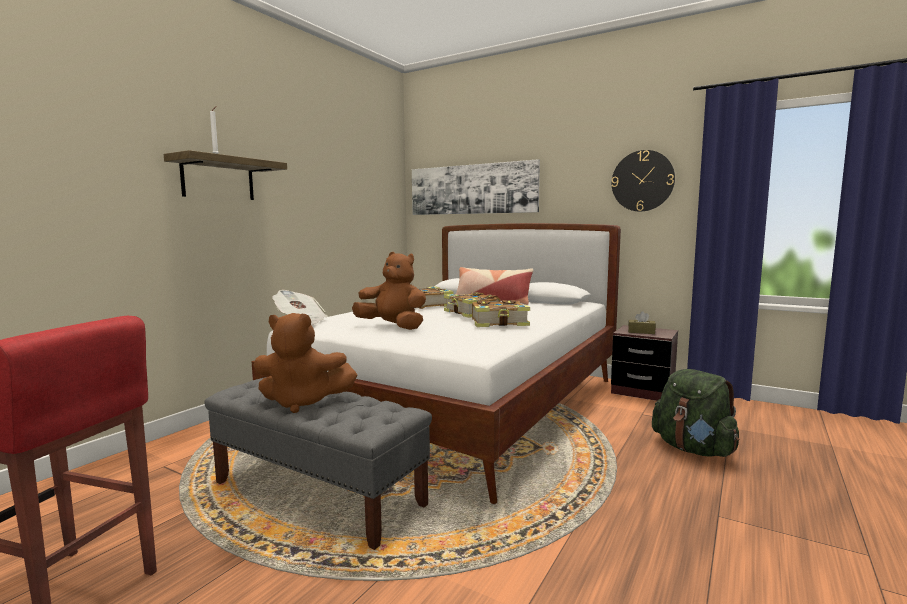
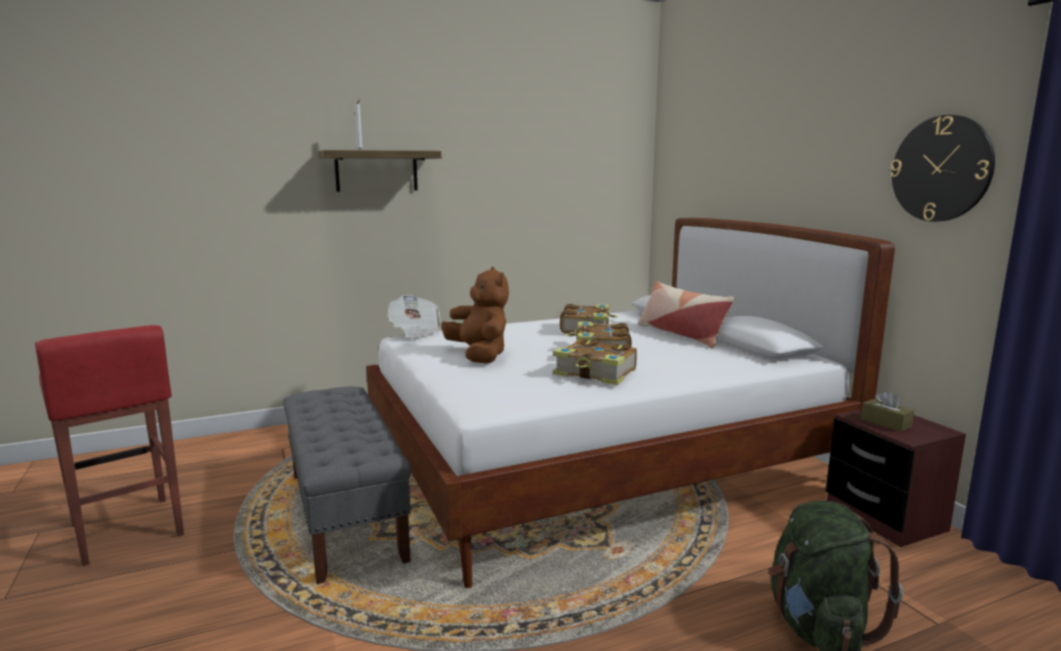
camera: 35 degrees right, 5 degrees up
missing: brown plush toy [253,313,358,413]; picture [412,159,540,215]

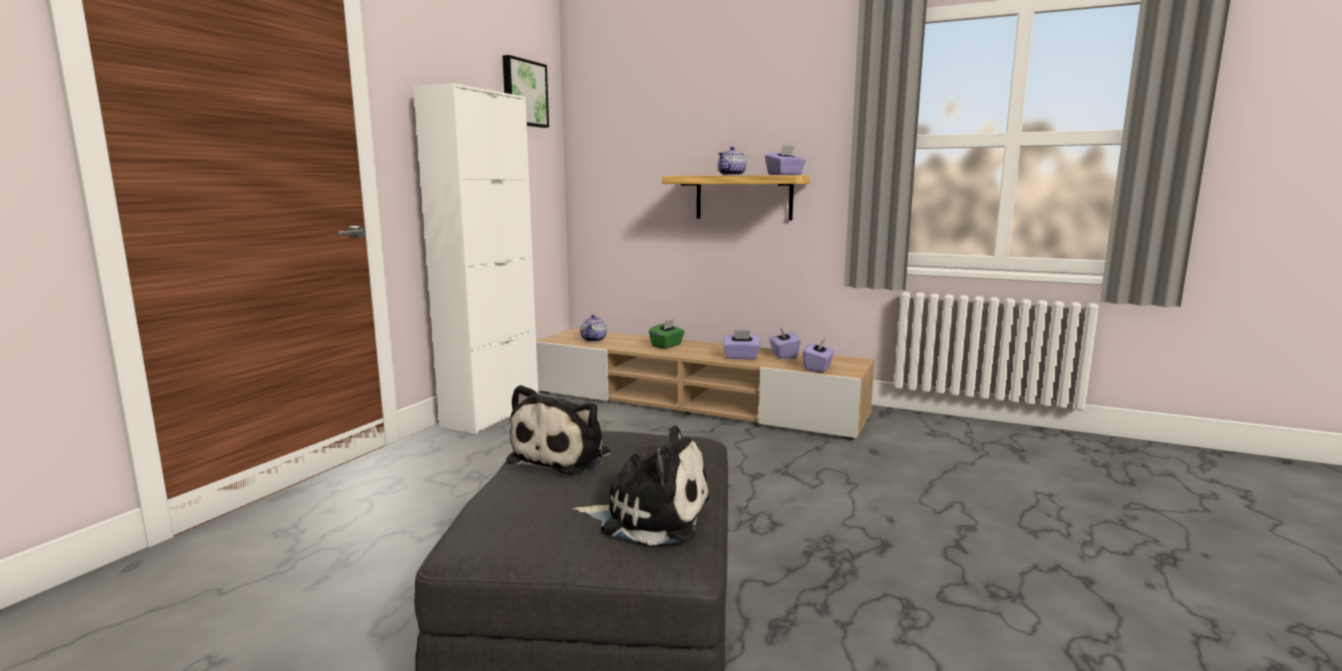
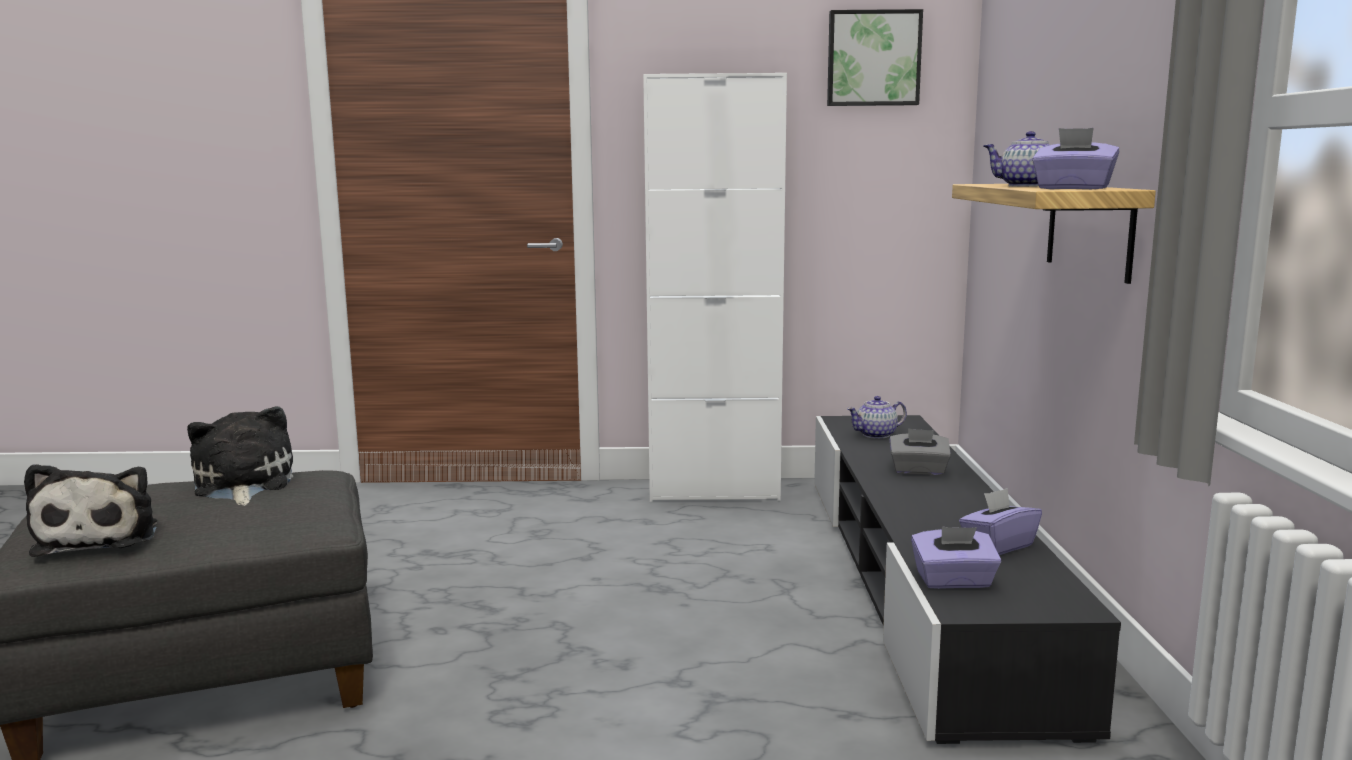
camera: 65 degrees right, 0 degrees up
missing: purple tissue box [723,330,760,359]
colour: beige tv stand [536,329,875,440] to black tv stand [814,415,1121,744]; green tissue box [649,319,685,349] to grey tissue box [890,428,951,475]
spun: plush toy [506,385,611,474] = [187,406,294,506] 75 degrees clockwise

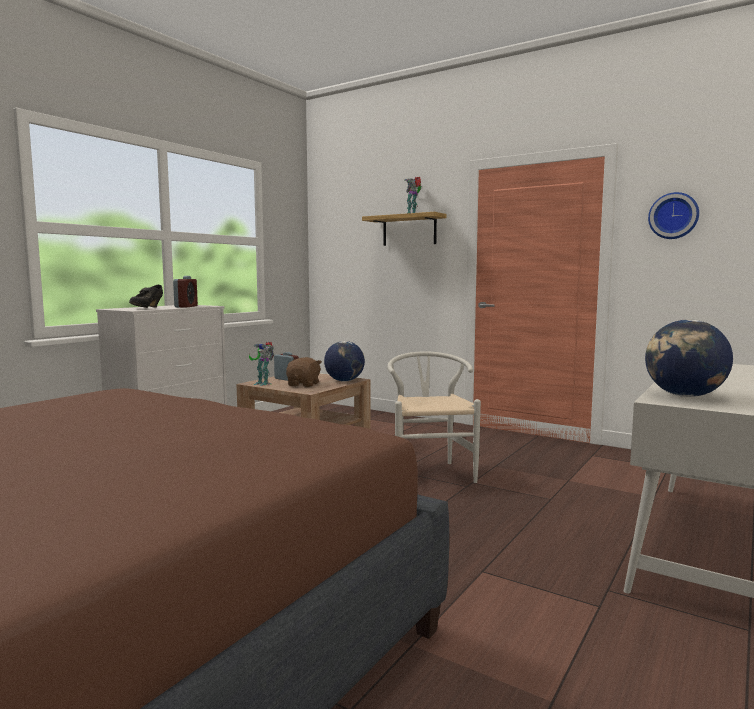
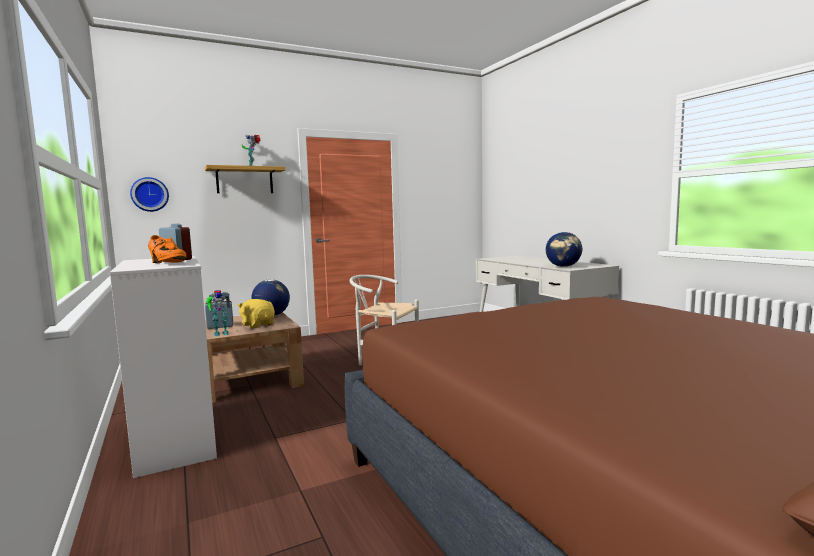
camera: 60 degrees left, 0 degrees up
relocated: wall clock [648,192,699,239] to [130,177,169,212]
colour: black shoe [129,285,163,308] to orange shoe [148,235,187,263]; brown plush toy [286,357,322,387] to yellow plush toy [237,299,275,328]

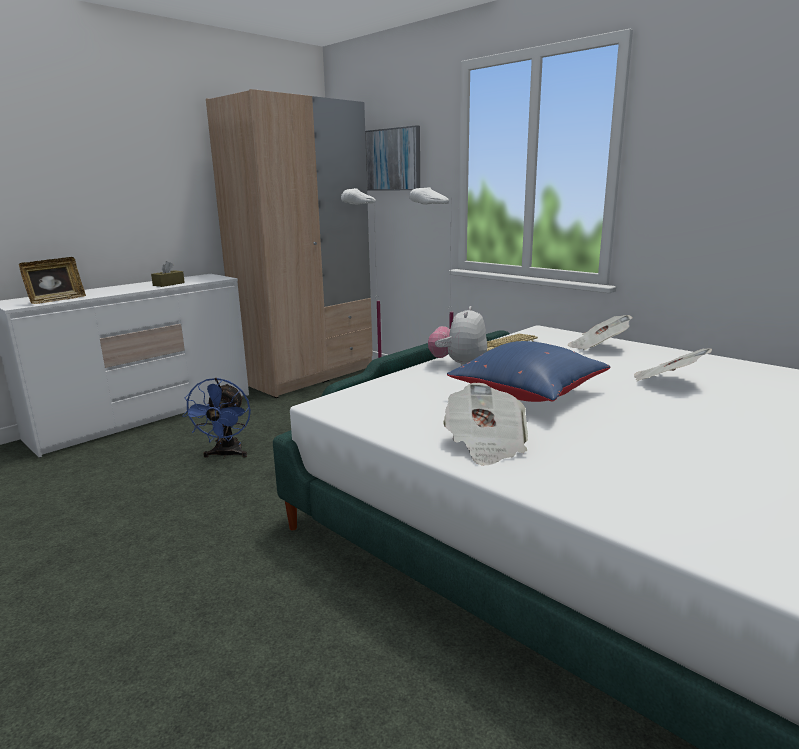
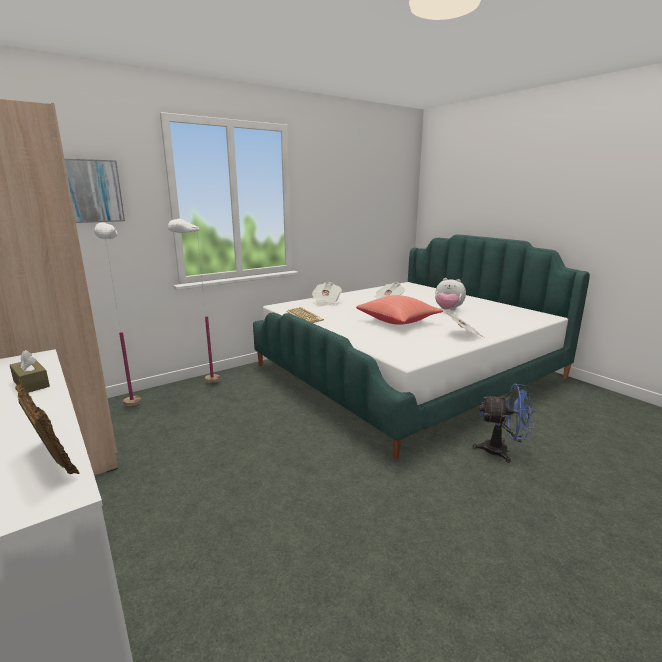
camera: 80 degrees left, 0 degrees up
relocated: blue fan [182,378,251,459] to [472,384,535,463]; plush toy [428,306,487,366] to [435,278,466,310]
colour: blue pillow [447,341,610,402] to red pillow [356,295,443,325]

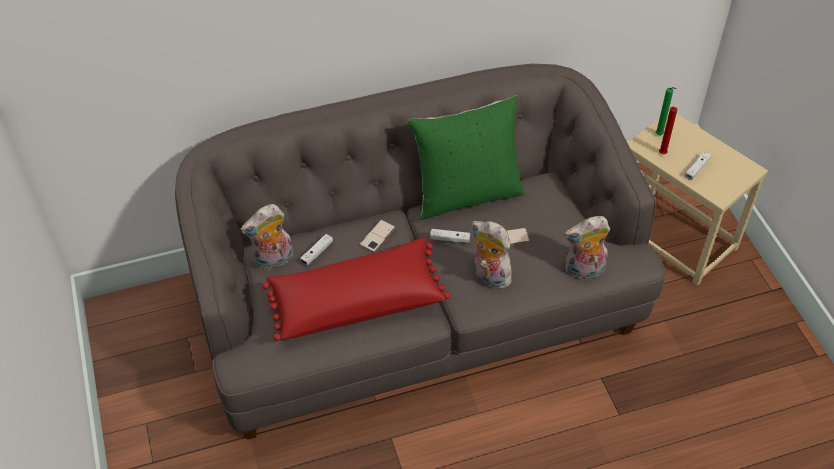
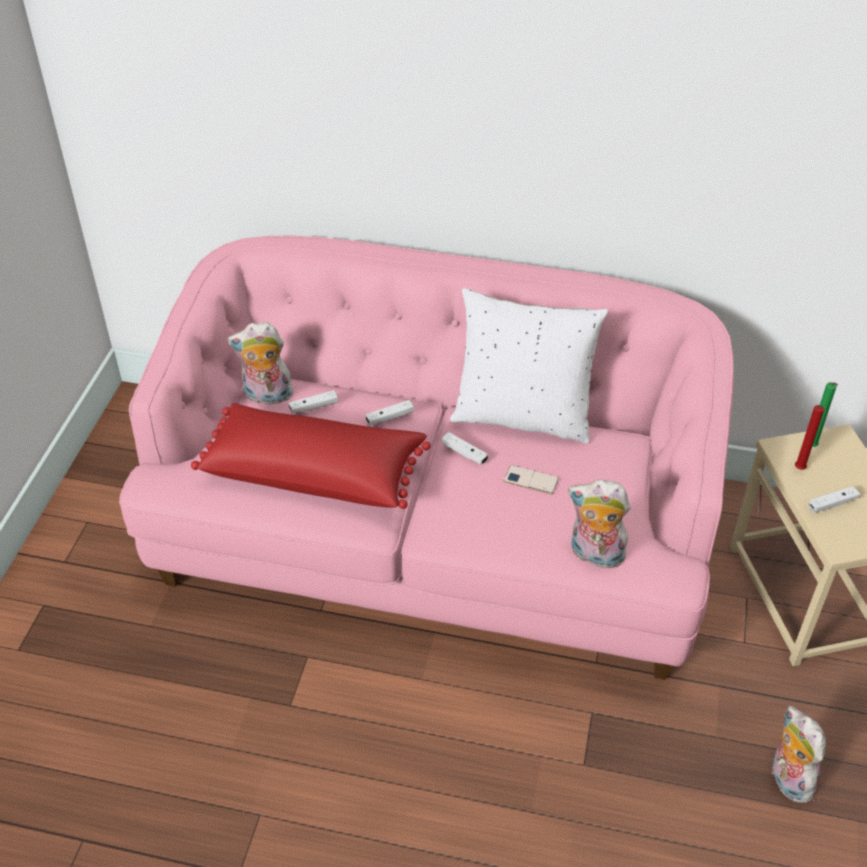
camera: 30 degrees right, 5 degrees down
relocated: plush toy [472,221,512,289] to [772,706,826,803]
exchanged: phone [359,220,396,252] to white game controller [366,400,414,425]
colour: grey sofa [175,64,666,440] to pink sofa [119,236,734,680]; green pillow [408,95,524,220] to white pillow [450,288,608,444]

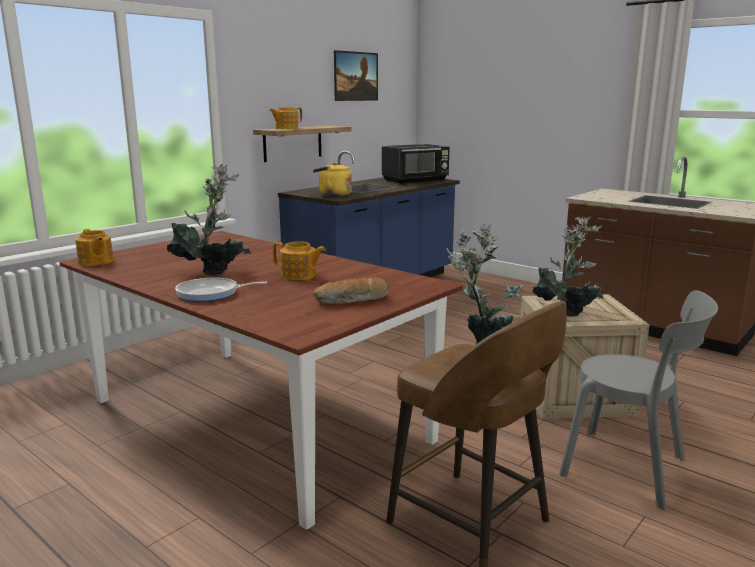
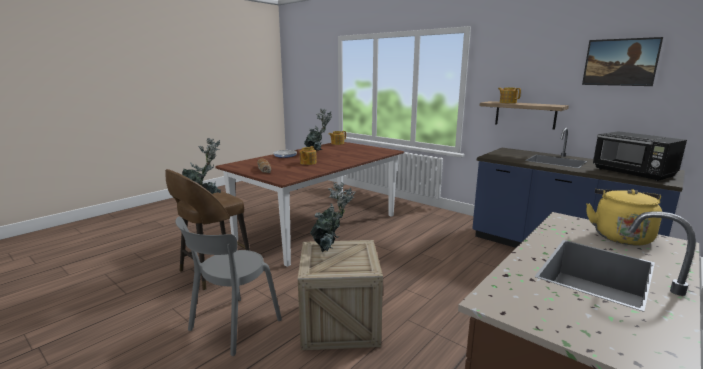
camera: 90 degrees right, 0 degrees up
relocated: yellow kettle [313,162,352,197] to [586,189,662,246]

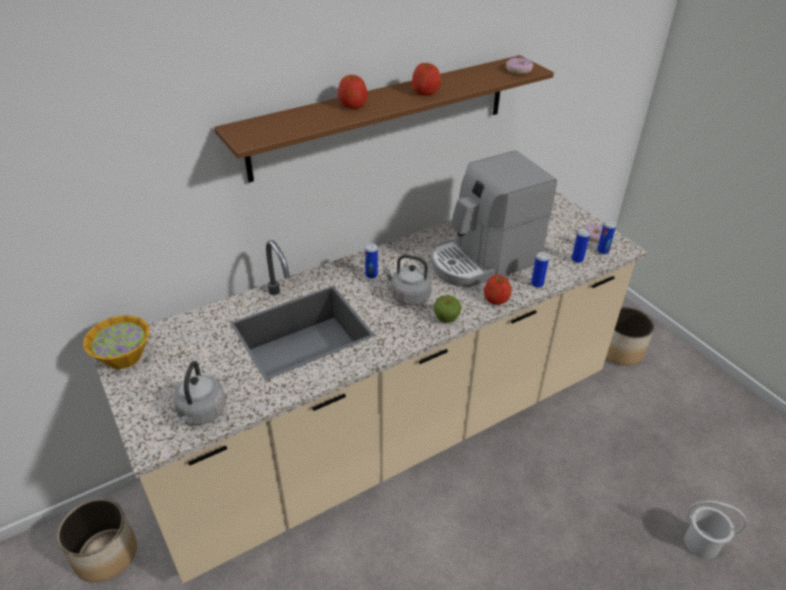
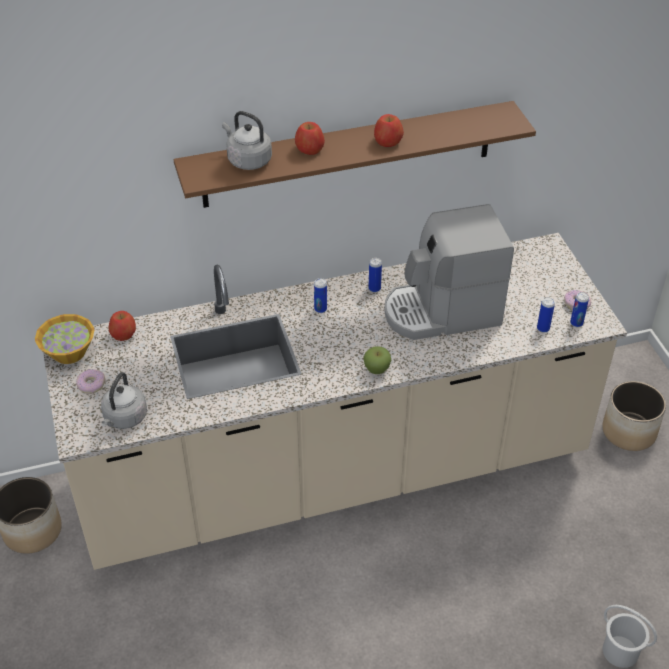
camera: 15 degrees right, 5 degrees up
relocated: grey kettle [383,254,432,306] to [222,111,272,170]; apple [484,275,512,305] to [109,311,136,341]; donut [506,57,533,75] to [76,369,106,394]; can [531,252,549,288] to [368,258,382,292]

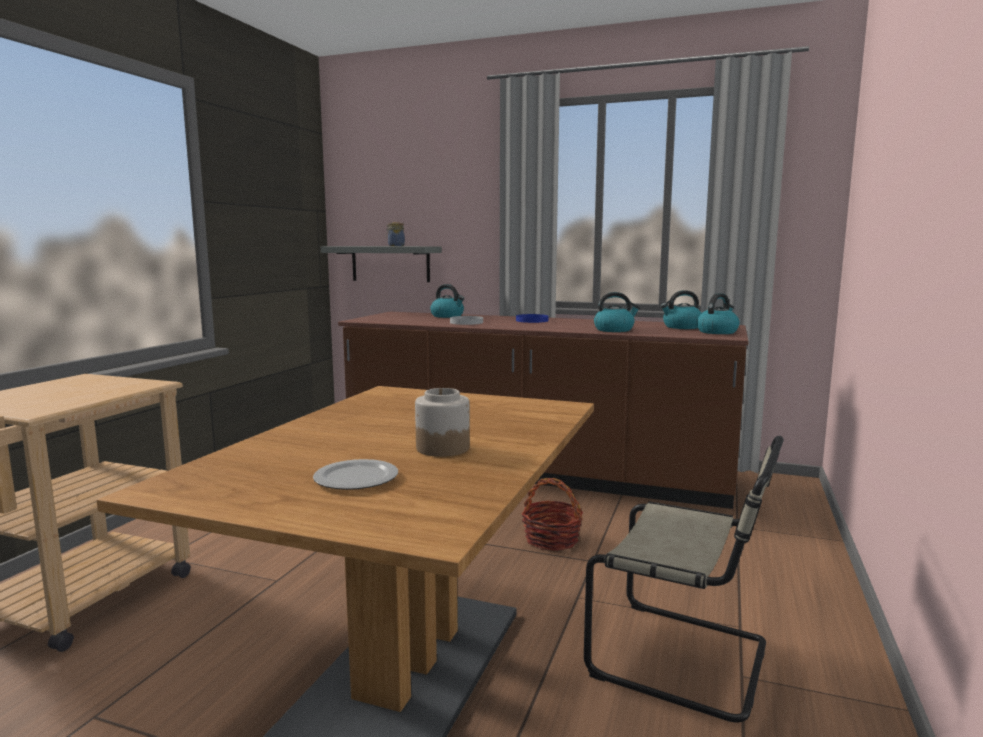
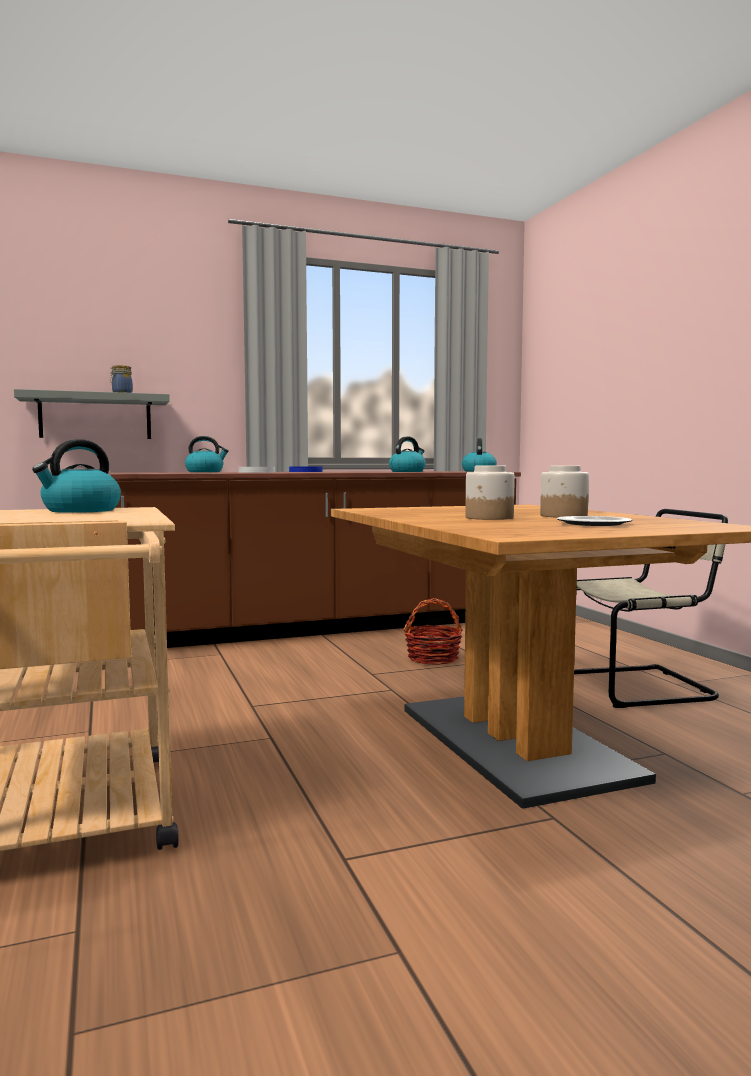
camera: 40 degrees left, 5 degrees down
appeared: jar [465,466,515,520]
relocated: kettle [660,290,701,329] to [32,439,121,513]

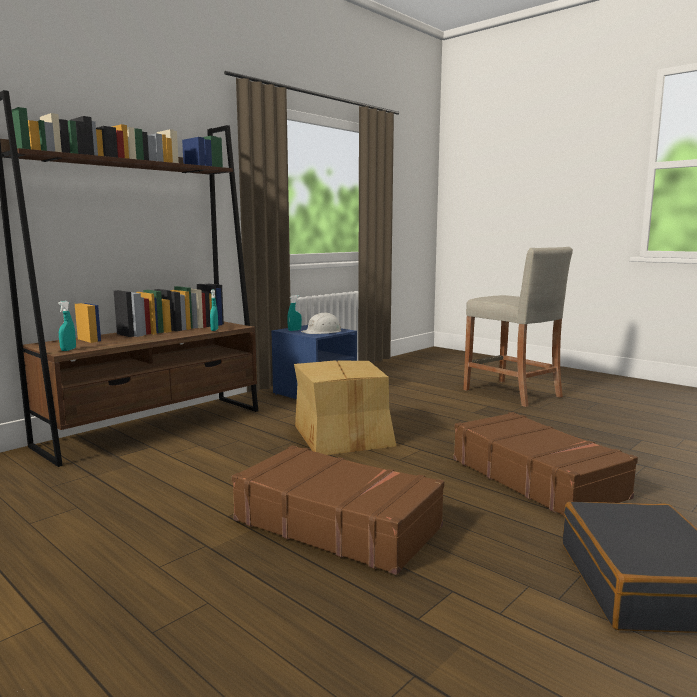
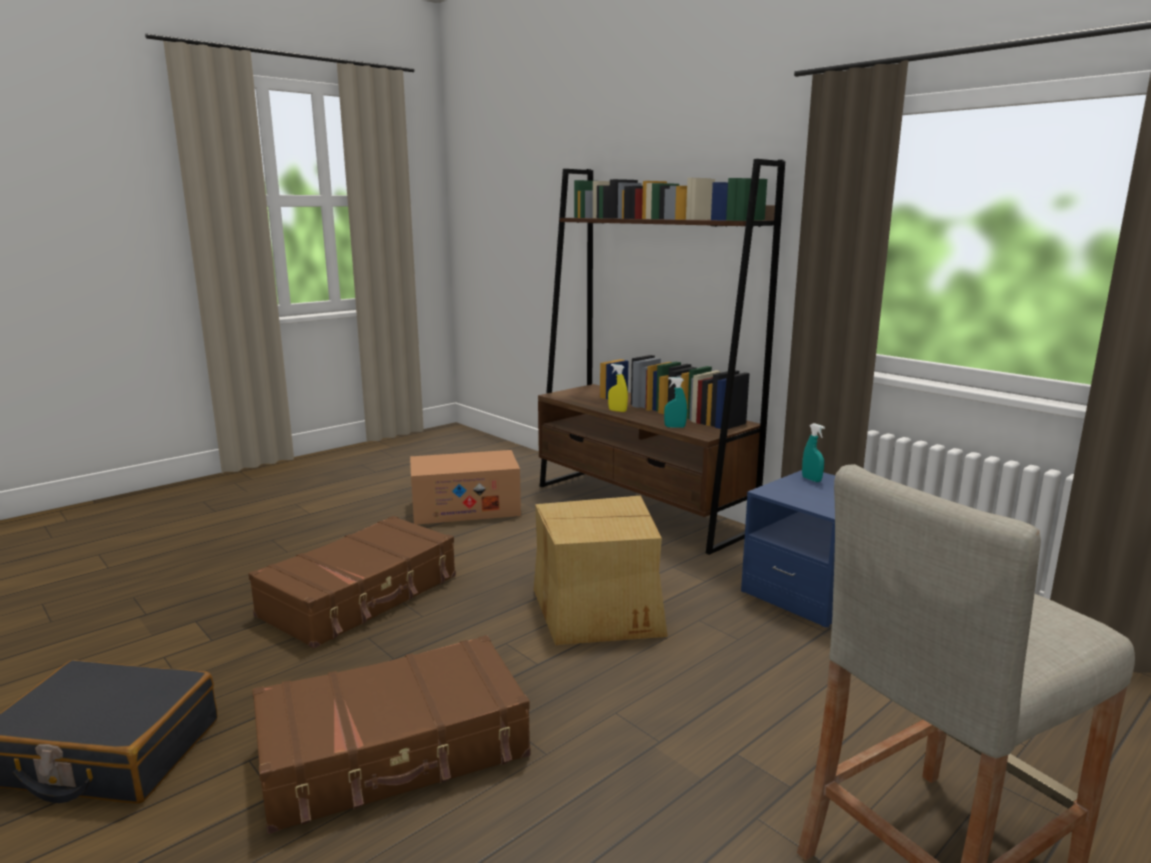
camera: 95 degrees right, 5 degrees up
missing: turquoise spray bottle [58,301,76,351]; white hard hat [301,312,341,334]
appeared: cardboard box [410,450,521,525]; yellow spray bottle [608,364,628,412]

